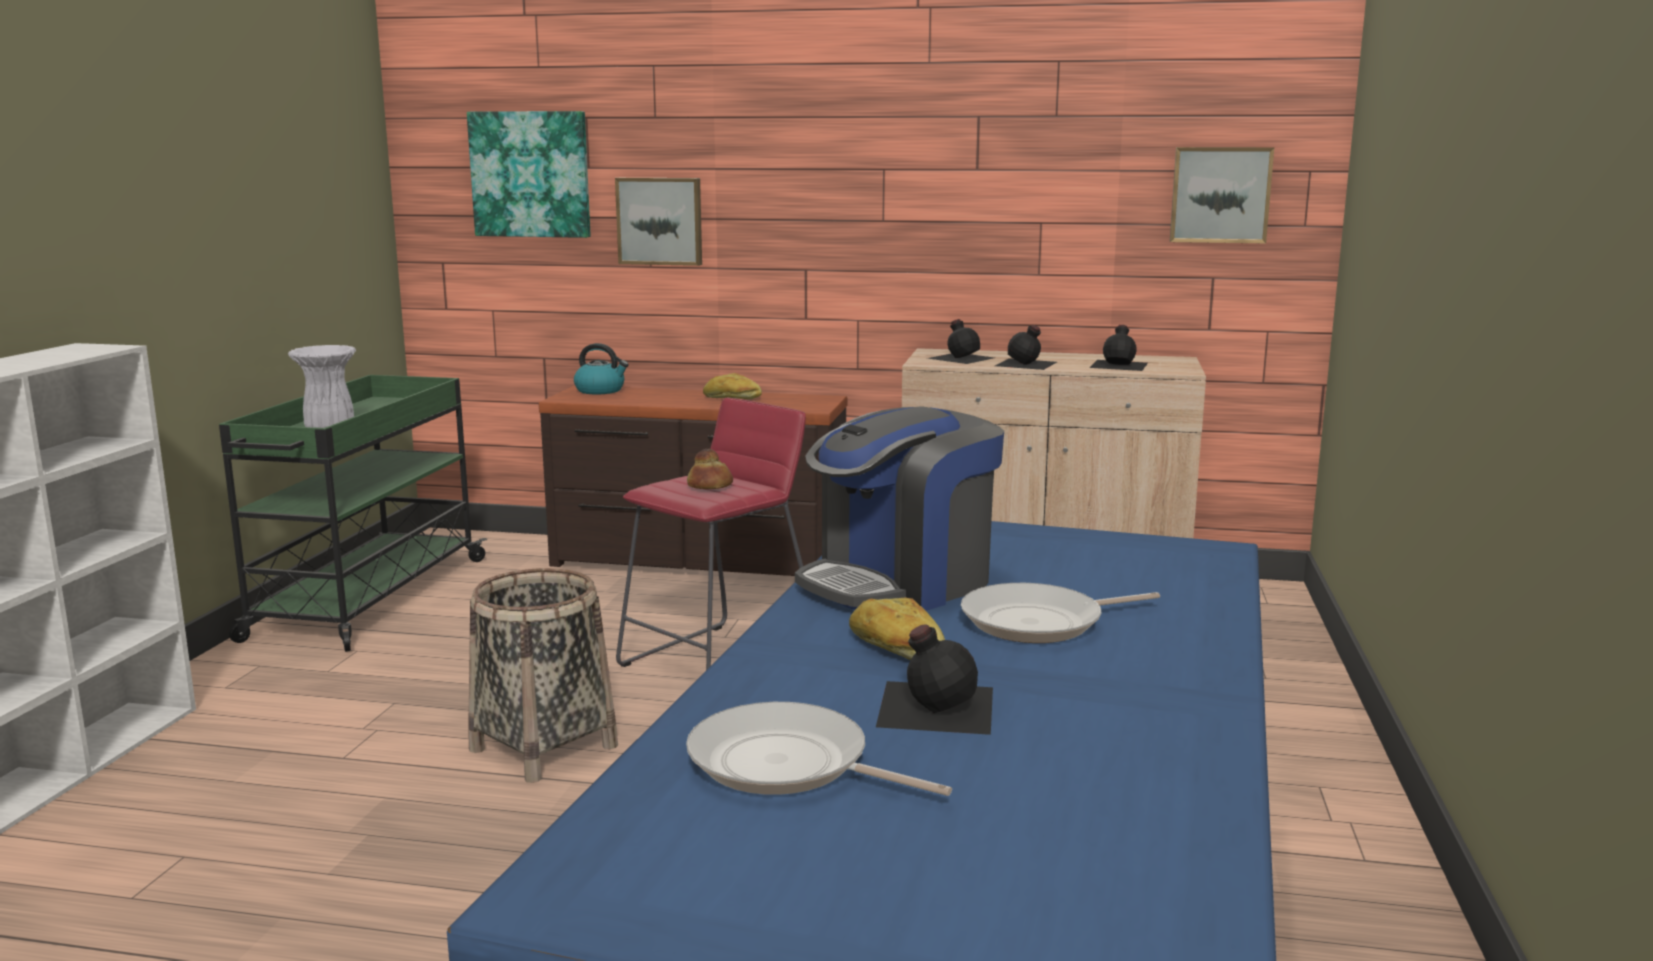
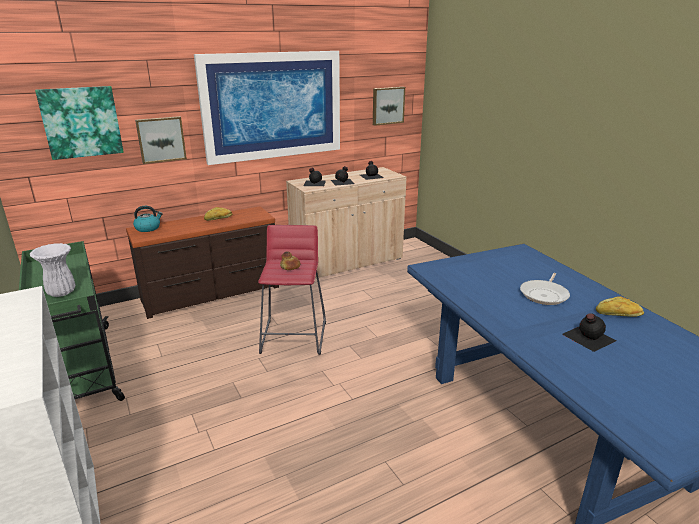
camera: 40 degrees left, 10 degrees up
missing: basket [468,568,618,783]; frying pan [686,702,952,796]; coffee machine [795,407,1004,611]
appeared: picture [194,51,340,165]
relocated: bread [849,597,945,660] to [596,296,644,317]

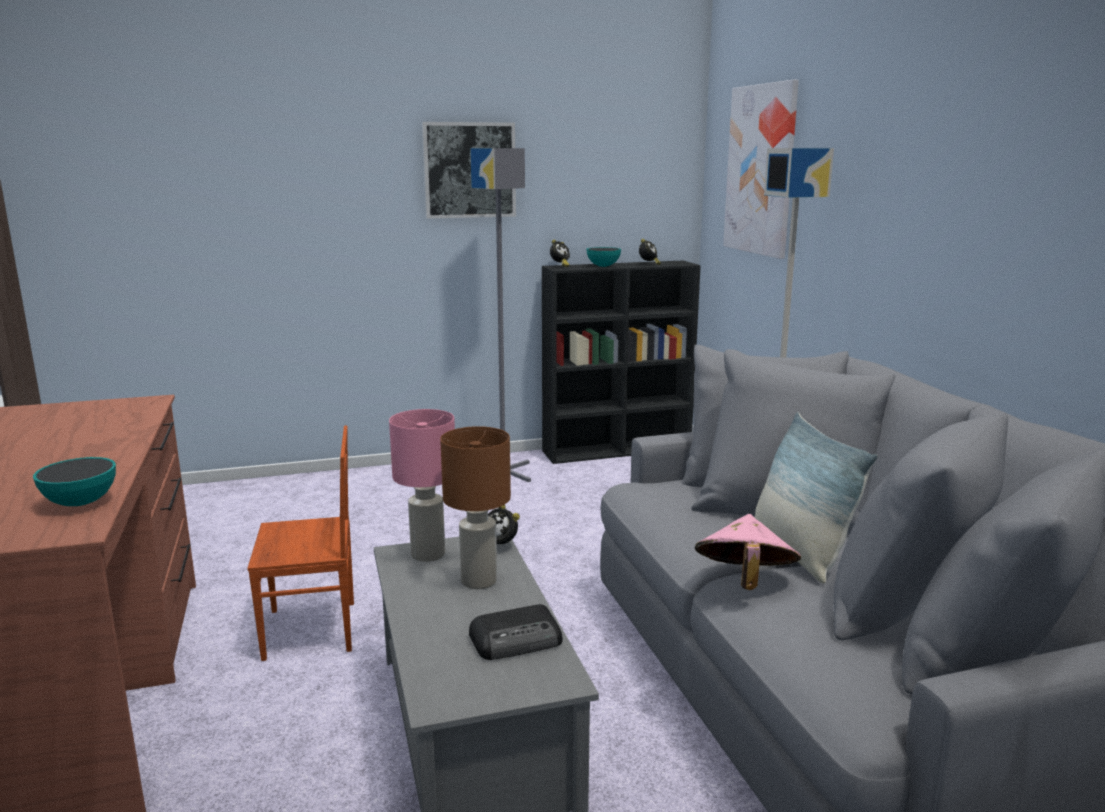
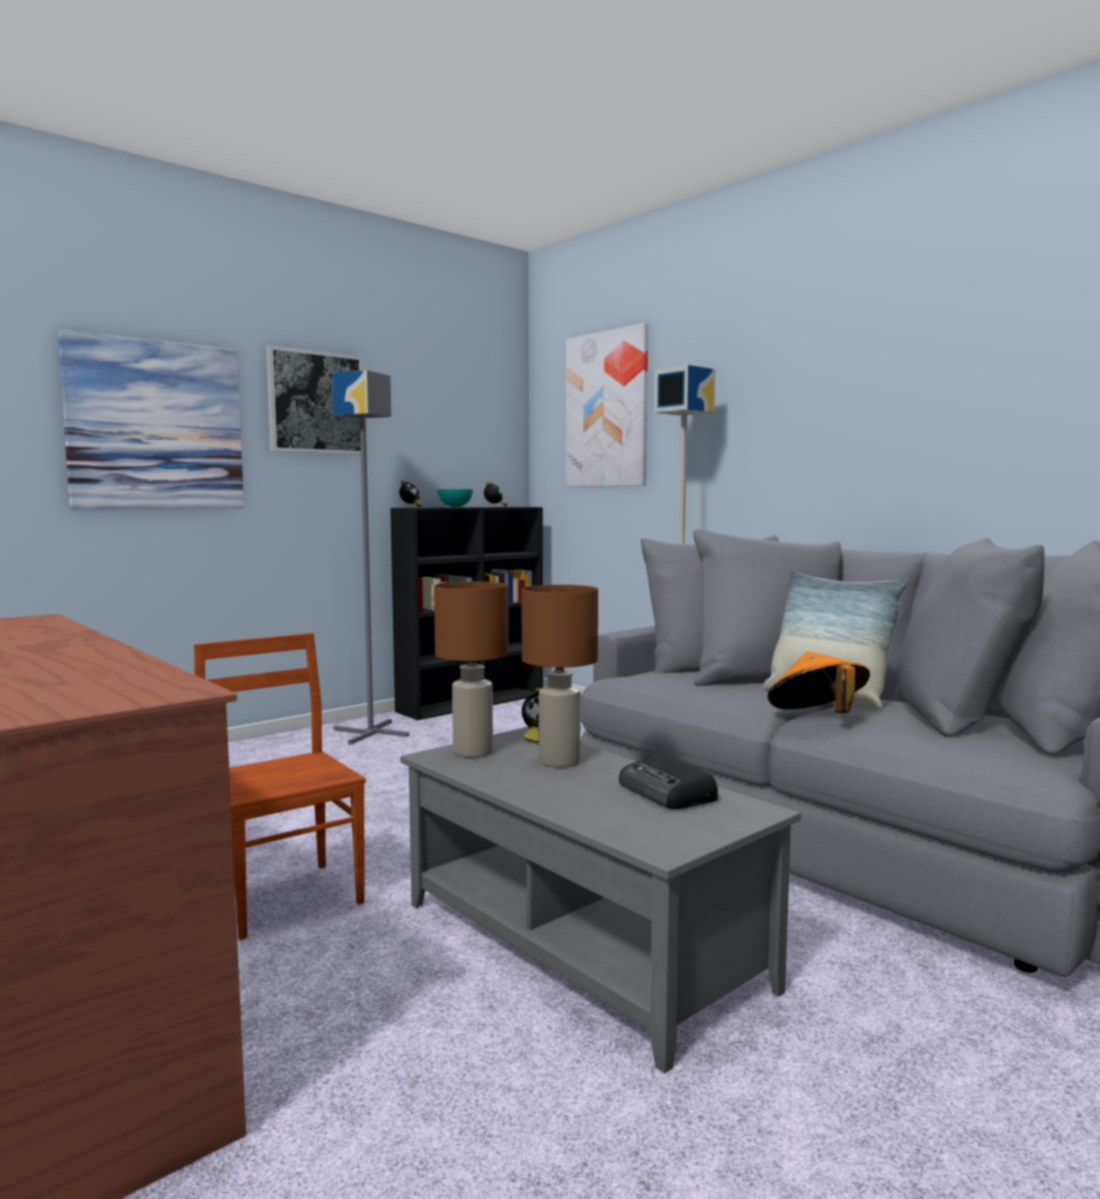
camera: 25 degrees left, 10 degrees down
missing: bowl [33,457,116,506]
appeared: picture [58,329,244,510]
colour: pink table lamp [389,409,455,562] to brown table lamp [434,582,509,758]; pink hat [695,514,801,590] to orange hat [767,651,870,713]
spun: brown chair [247,425,354,661] = [194,633,366,940] 90 degrees counterclockwise; radio [469,604,563,660] = [619,754,718,809] 105 degrees clockwise

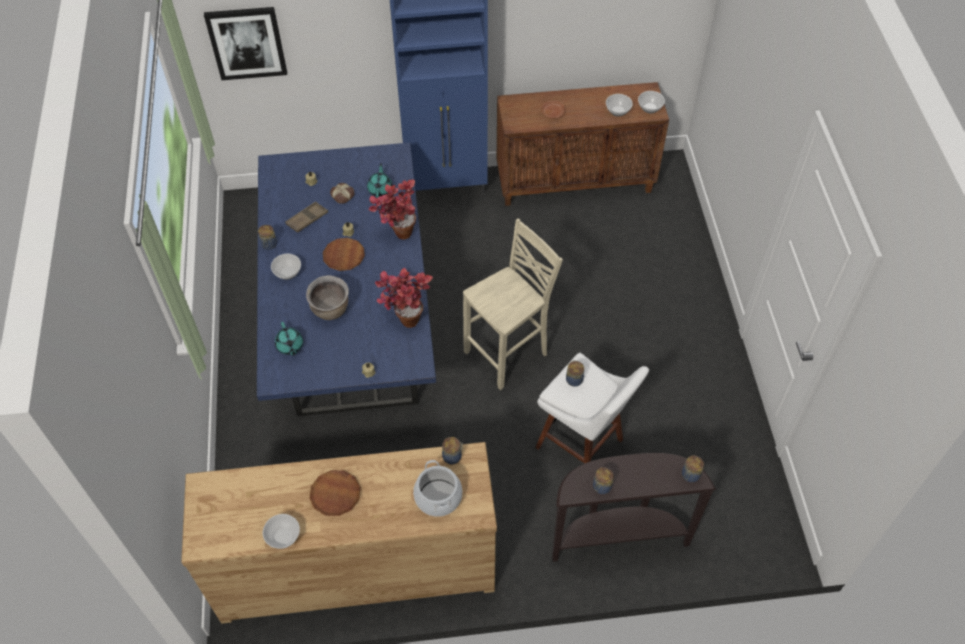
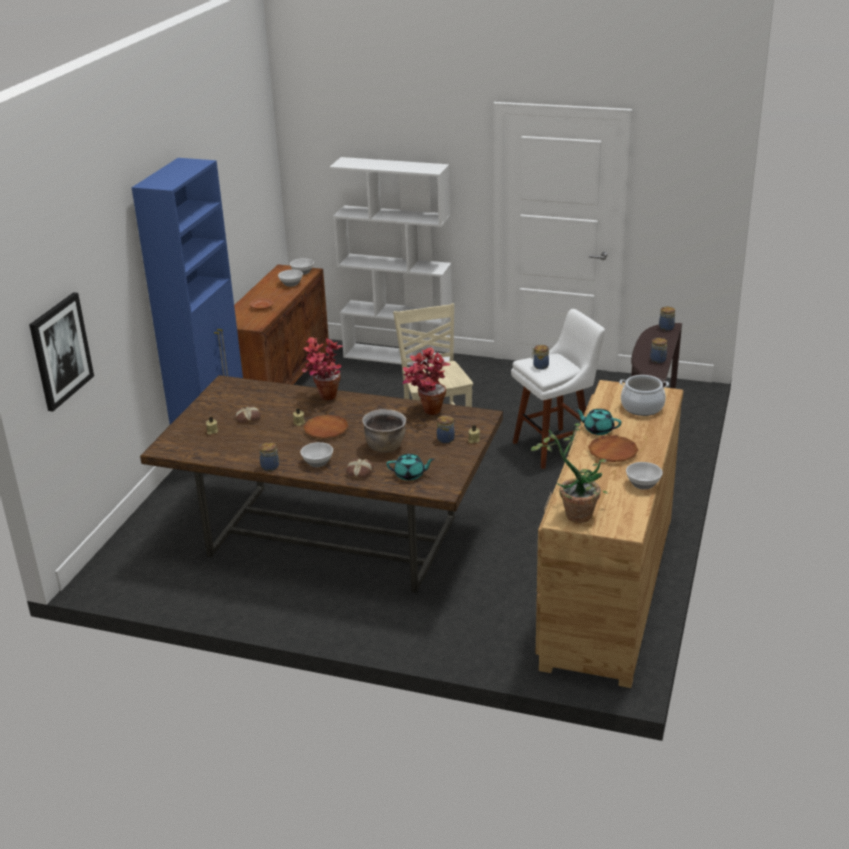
camera: 65 degrees left, 25 degrees down
missing: brown tray [285,202,328,233]
appeared: white bookcase [330,157,452,366]; bread [346,459,374,479]; potted plant [531,423,608,523]
relocated: turquoise teapot [367,163,393,198] to [575,409,621,435]; jar [442,437,464,465] to [437,415,455,443]
colour: blue dining table [257,143,436,416] to brown dining table [140,375,503,593]

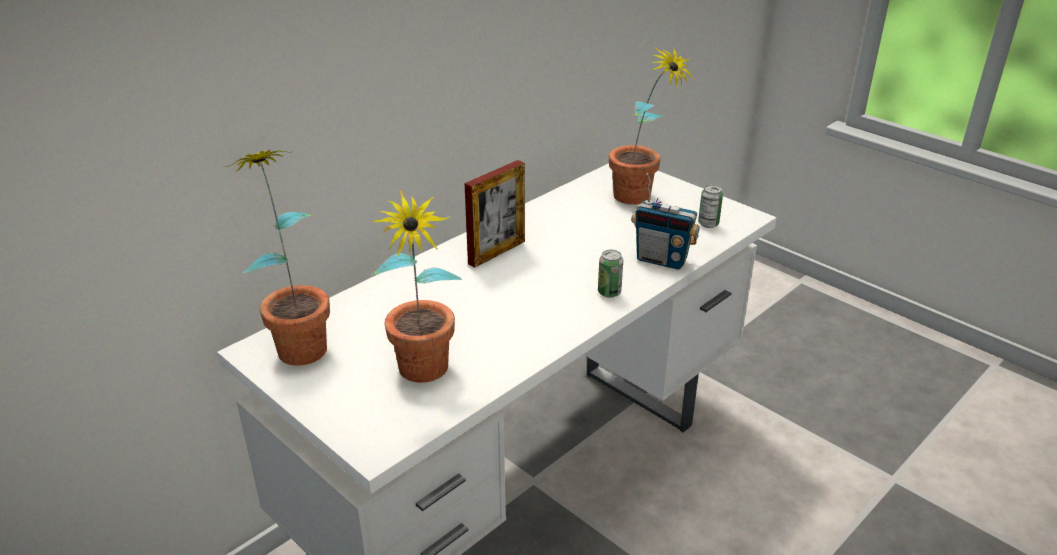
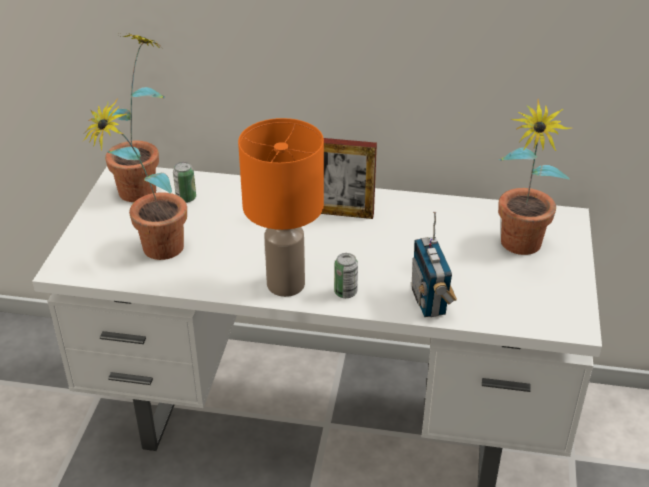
camera: 55 degrees right, 5 degrees up
appeared: orange table lamp [238,118,324,297]
relocated: can [698,185,723,228] to [173,162,196,203]

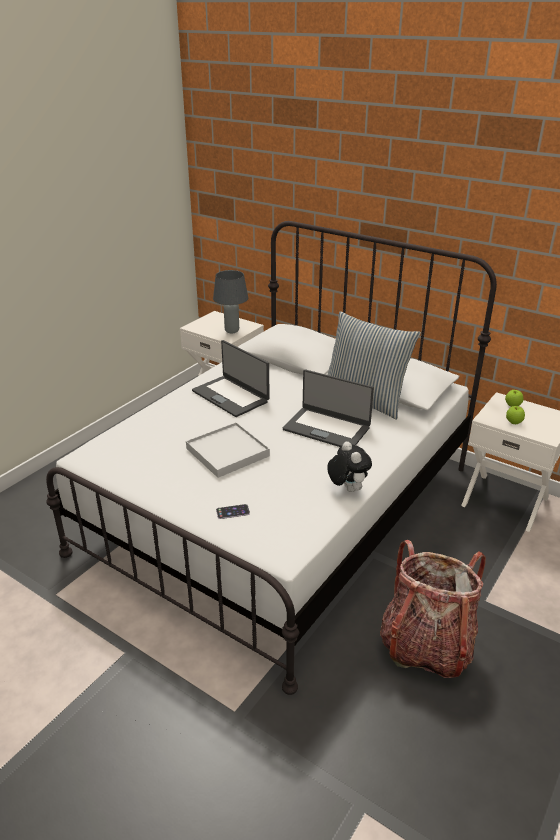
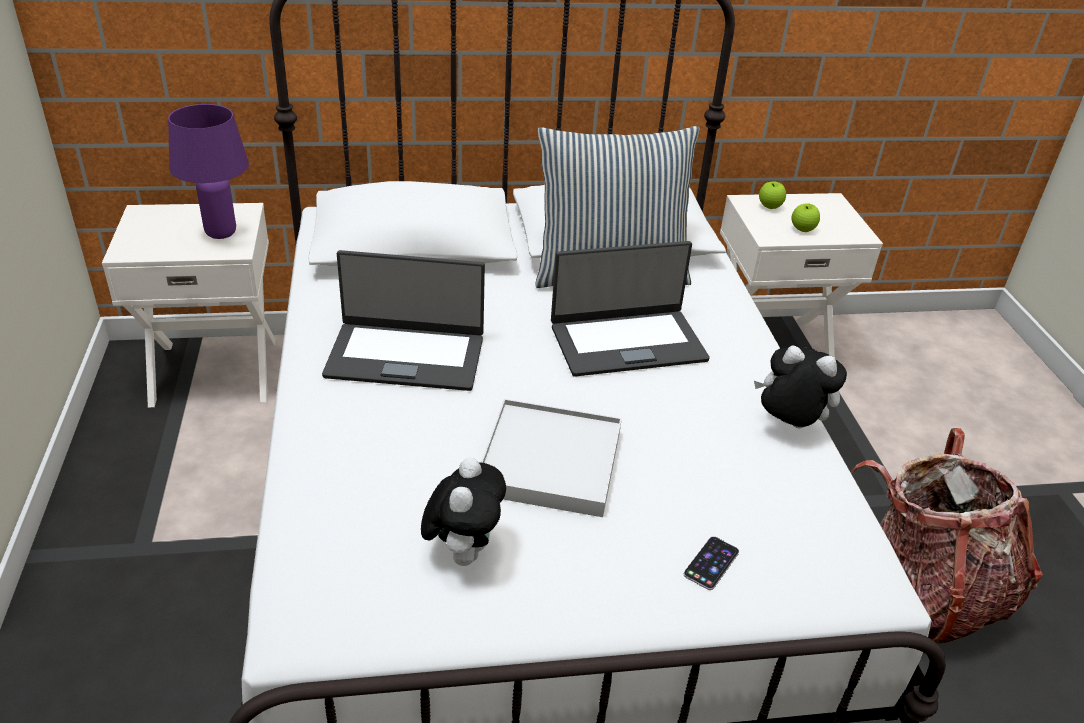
camera: 45 degrees left, 5 degrees up
appeared: plush toy [421,458,506,566]
colour: grey table lamp [213,270,248,333] to purple table lamp [168,104,249,239]

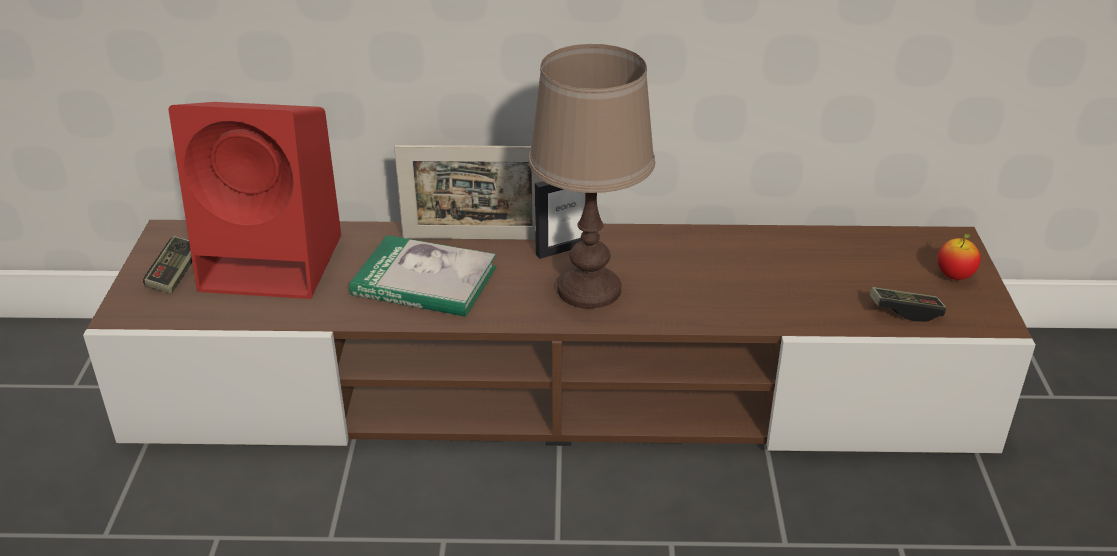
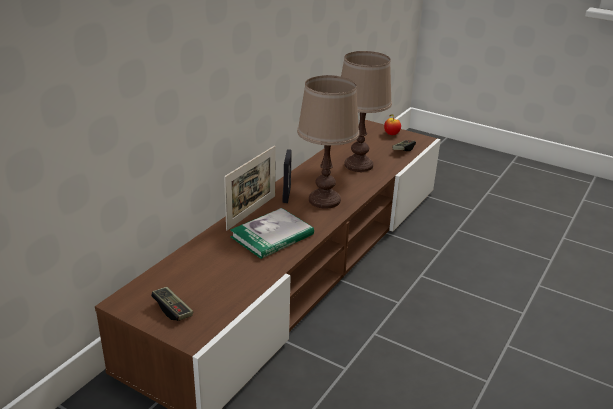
camera: 60 degrees left, 5 degrees down
missing: red speaker [168,102,341,299]
appeared: brown table lamp [341,51,392,172]

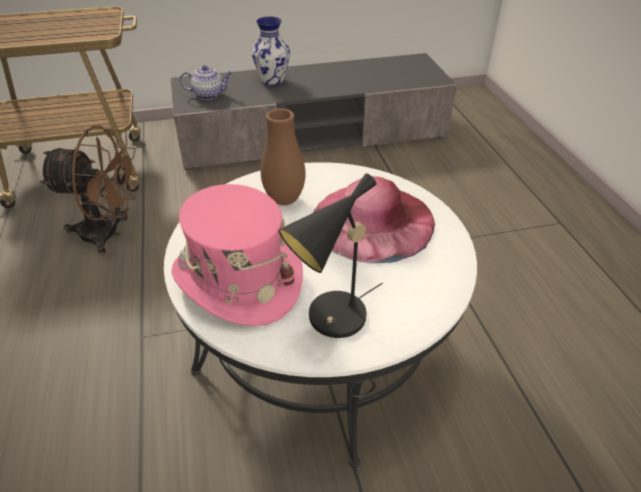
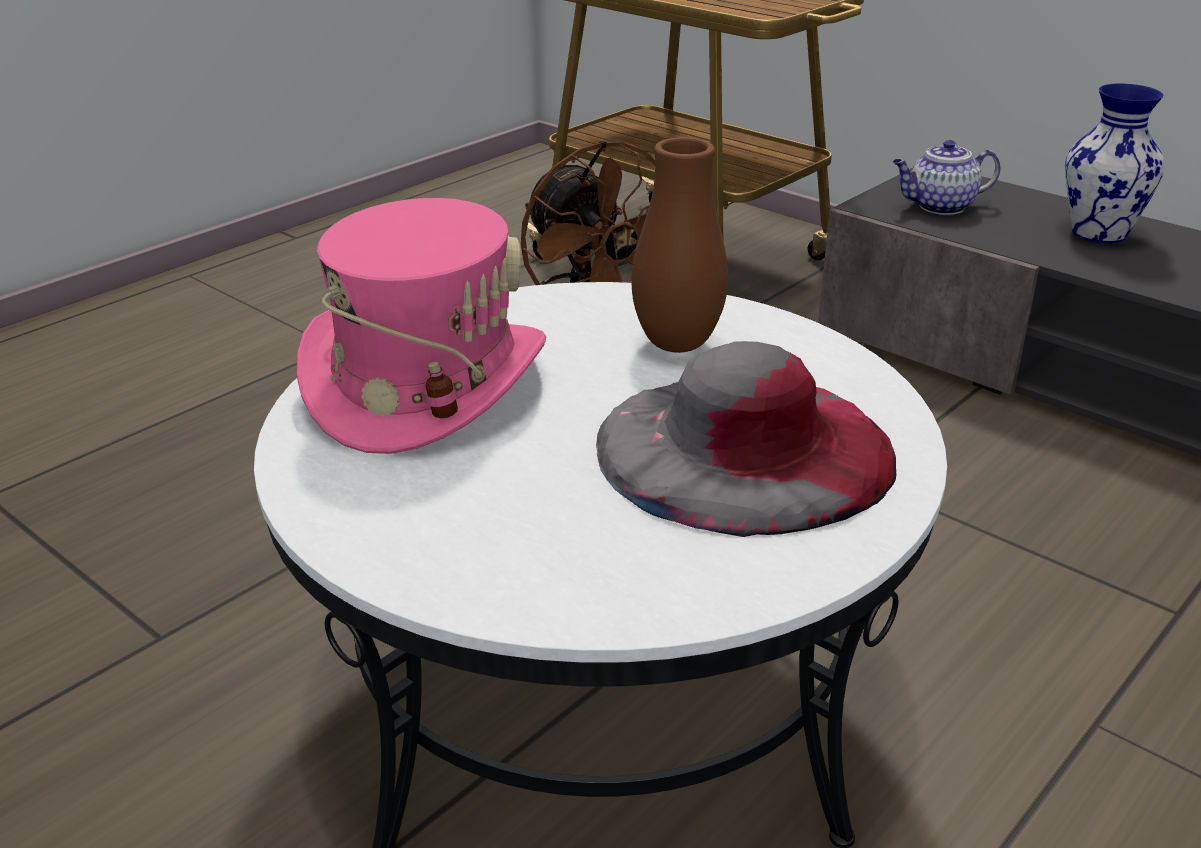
camera: 55 degrees right, 10 degrees down
missing: black table lamp [278,173,383,338]
colour: pink hat [313,176,435,263] to grey hat [596,341,896,537]
spun: teapot [179,65,232,100] = [893,140,1001,215] 120 degrees clockwise

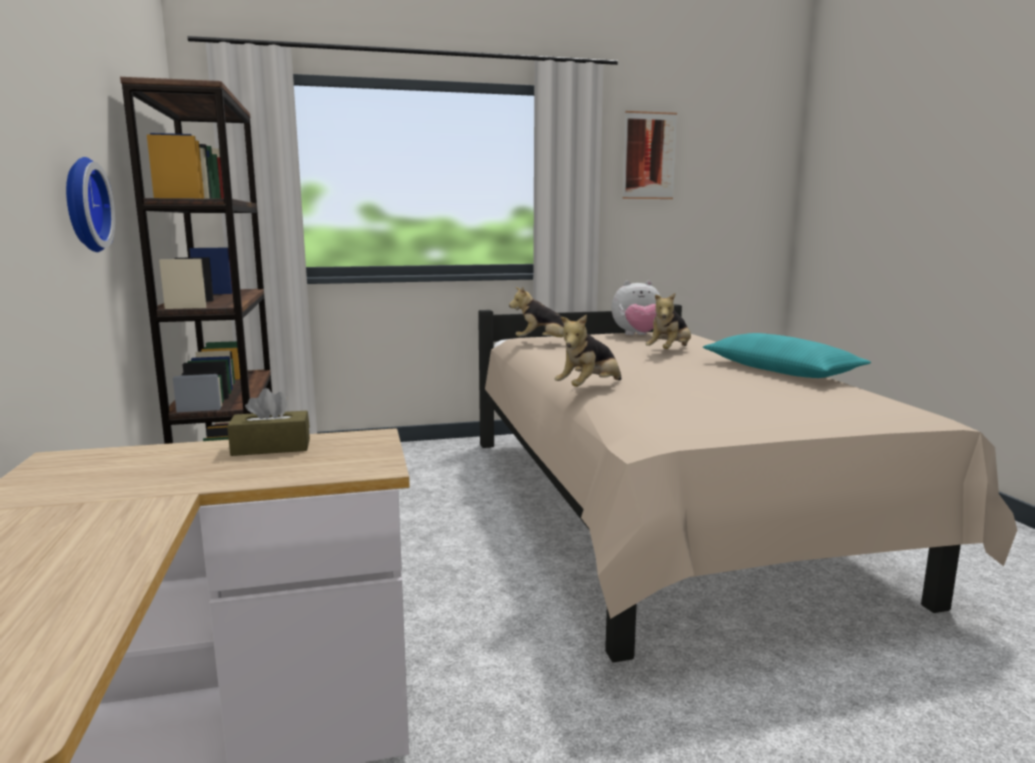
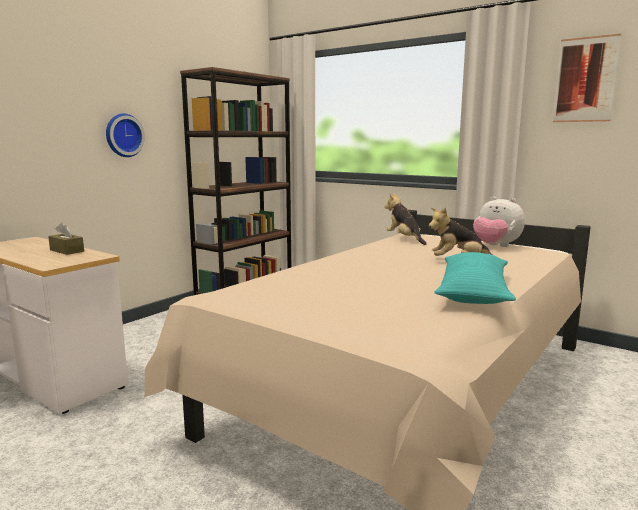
camera: 50 degrees right, 0 degrees up
missing: plush toy [555,314,621,387]

